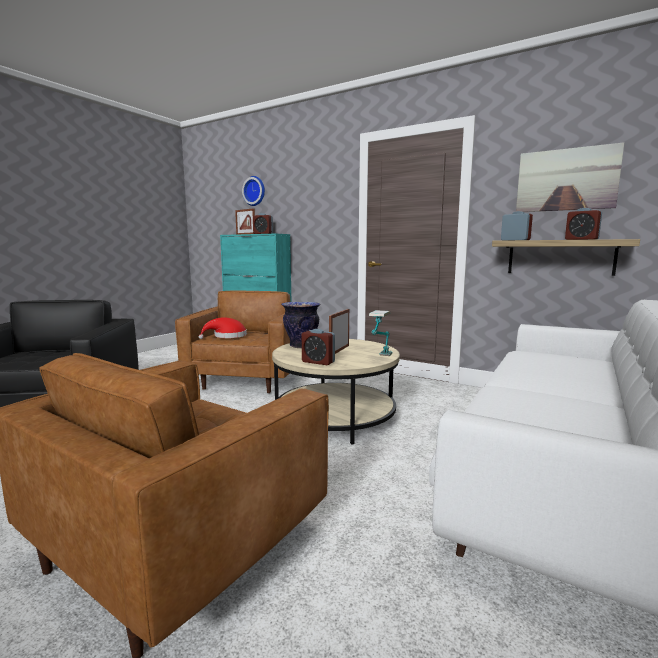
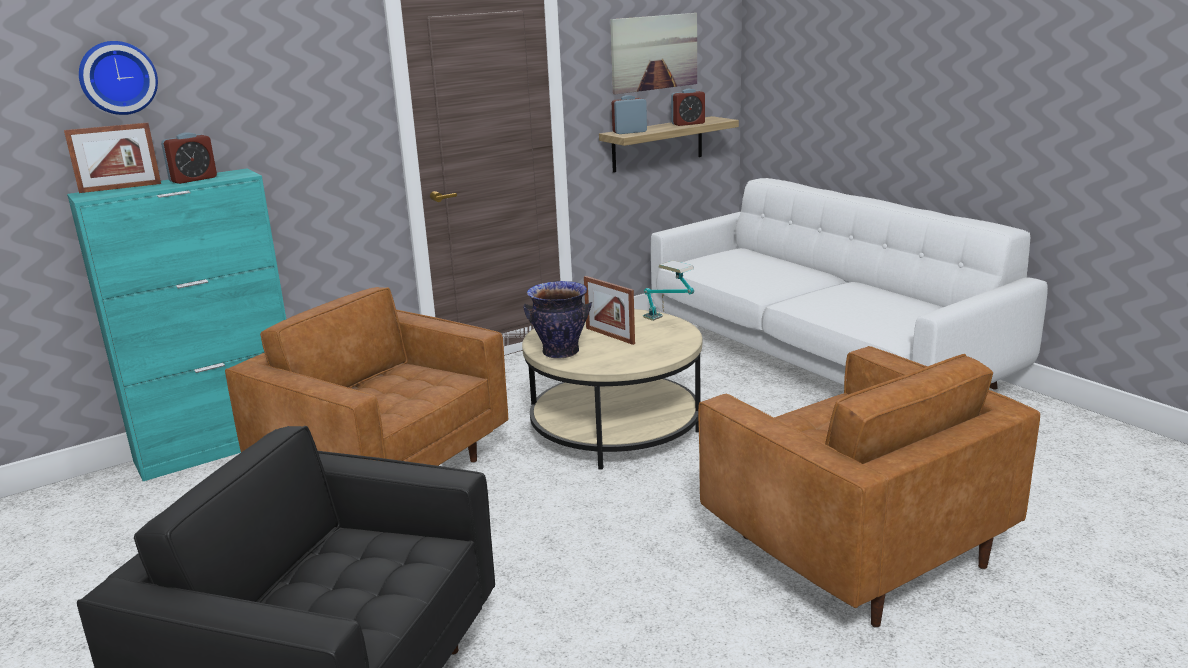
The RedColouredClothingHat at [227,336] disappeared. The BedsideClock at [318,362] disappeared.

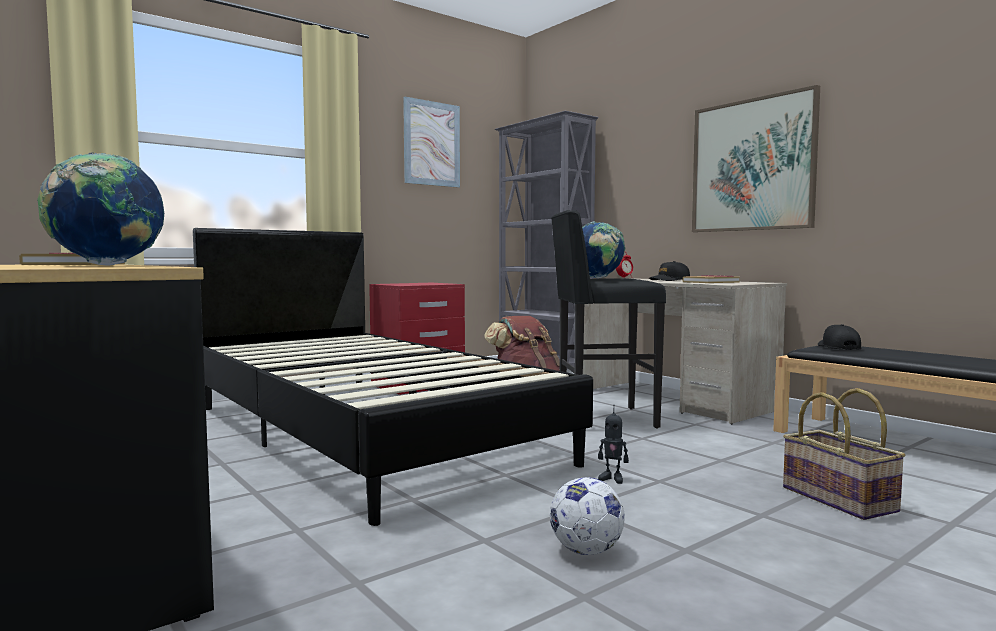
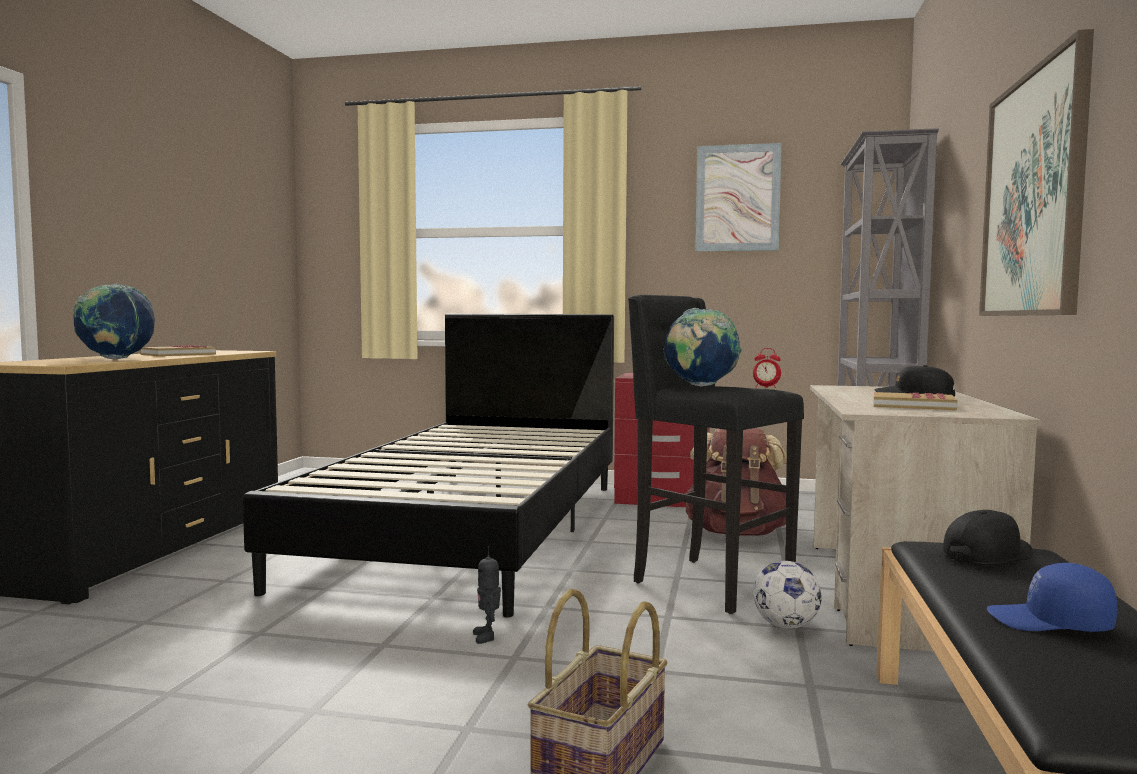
The BlueBaseballCap at [1050,623] appeared. The Football moved from [586,551] to [786,626].

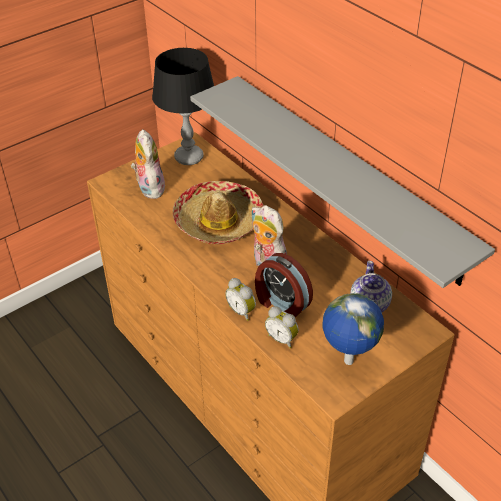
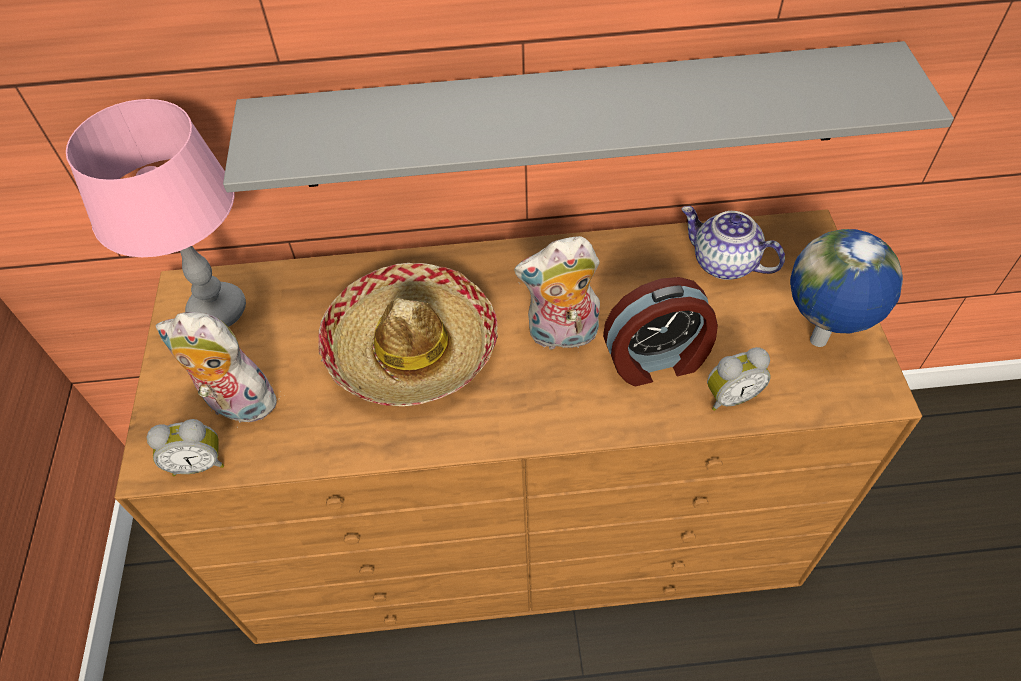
The BedsideClock moved from [242,311] to [199,462]. The BlackTableLamp at [188,158] became the PinkColouredTableLamp at [218,311].

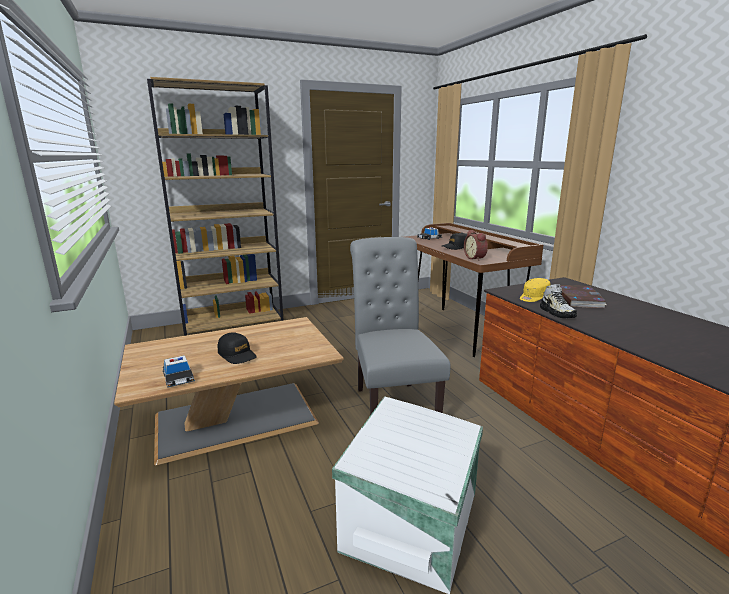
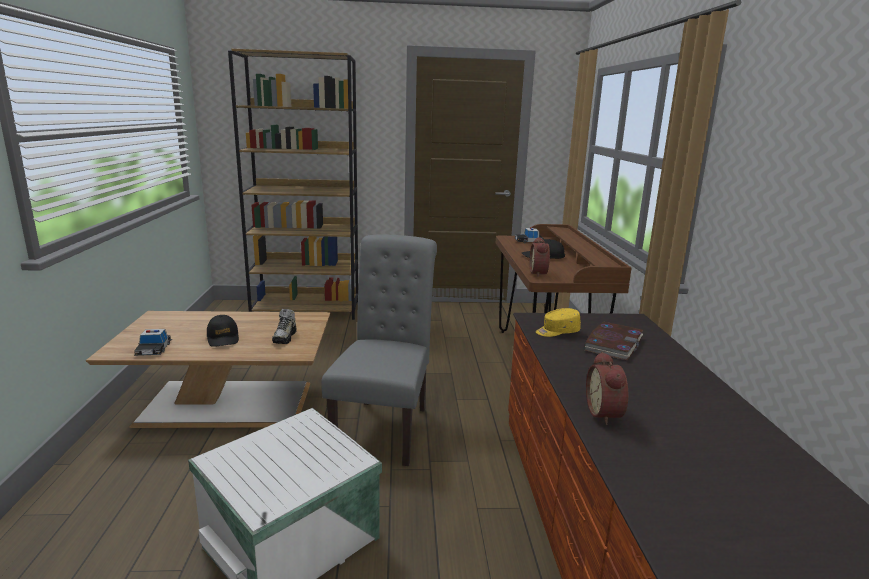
The BedsideClock at [606,414] appeared. The LowShoe moved from [557,313] to [285,337].

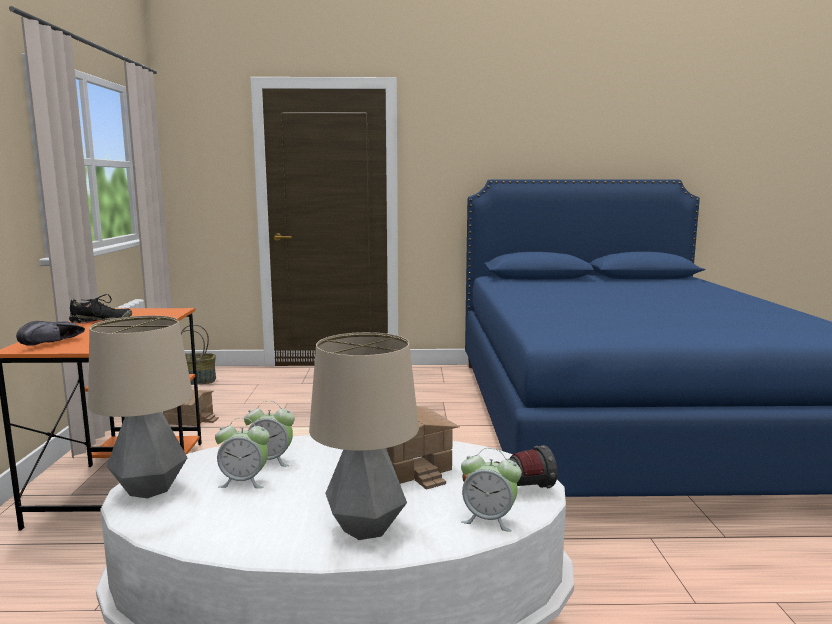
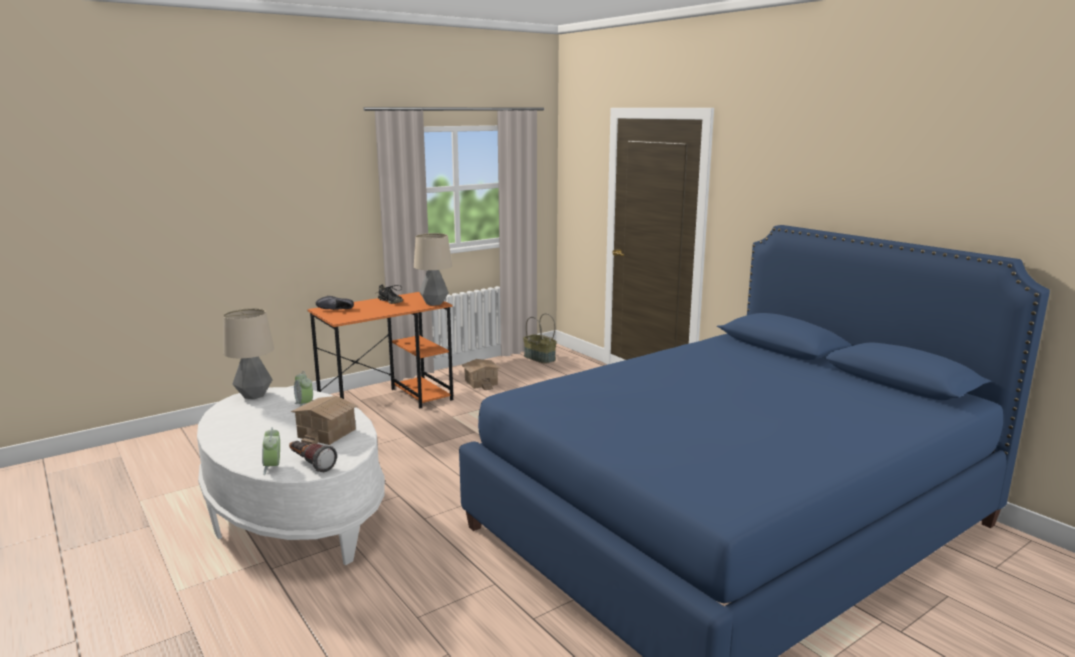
The BedsideClock at [244,481] disappeared. The TableLamp moved from [365,528] to [434,303].

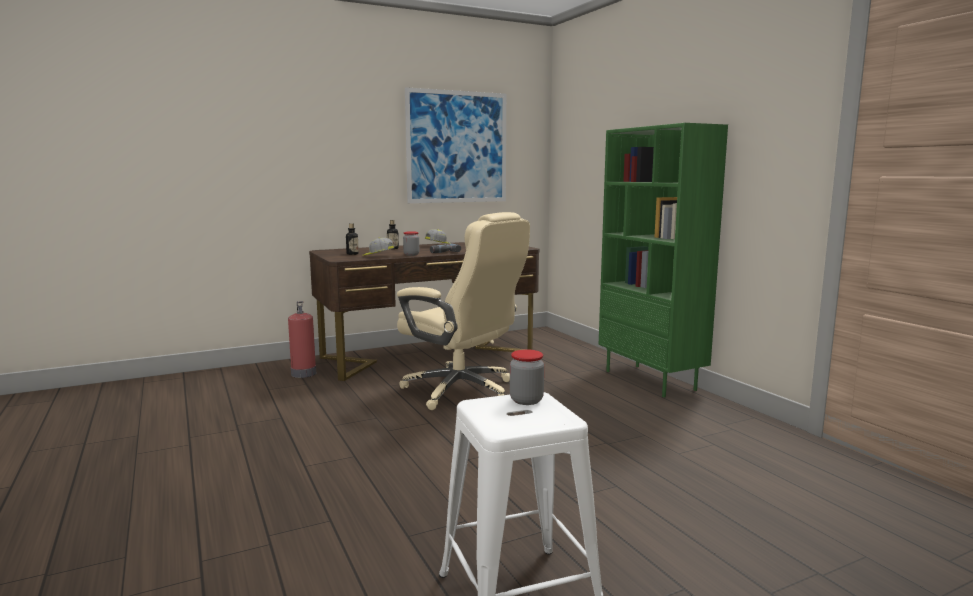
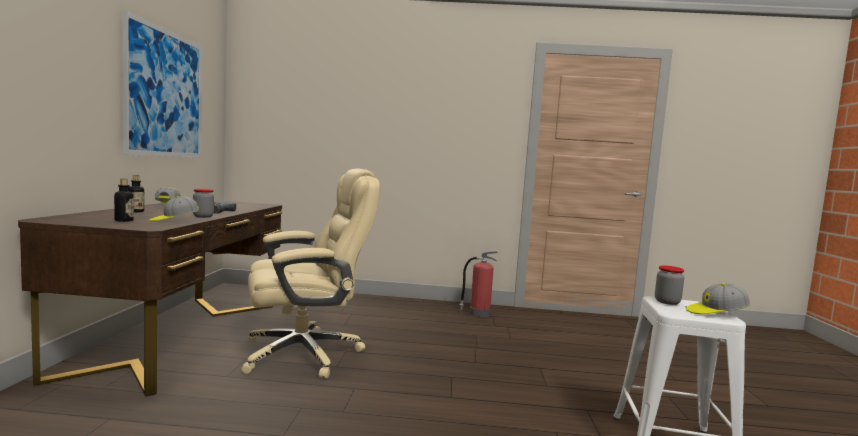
The GreenishShelvingUnit at [651,380] disappeared. The BaseballCap at [715,313] appeared. The FireFightingCylinder moved from [303,373] to [478,313].

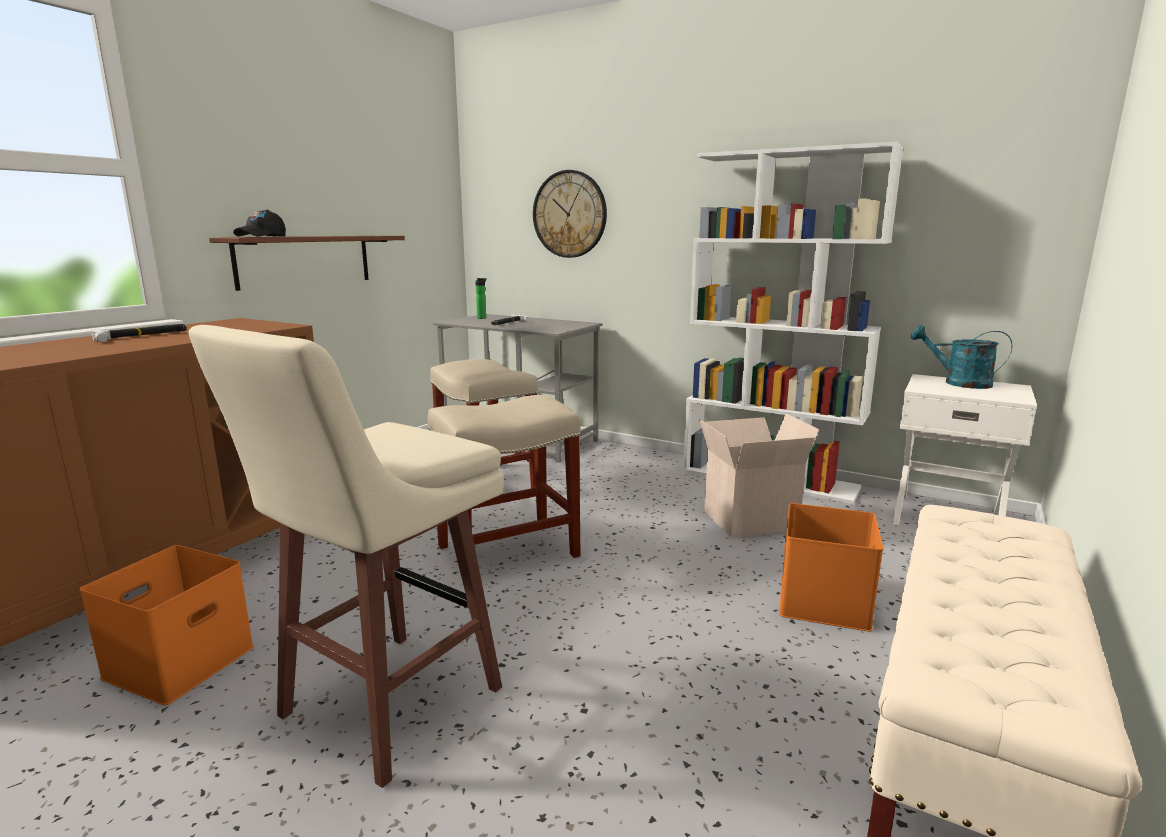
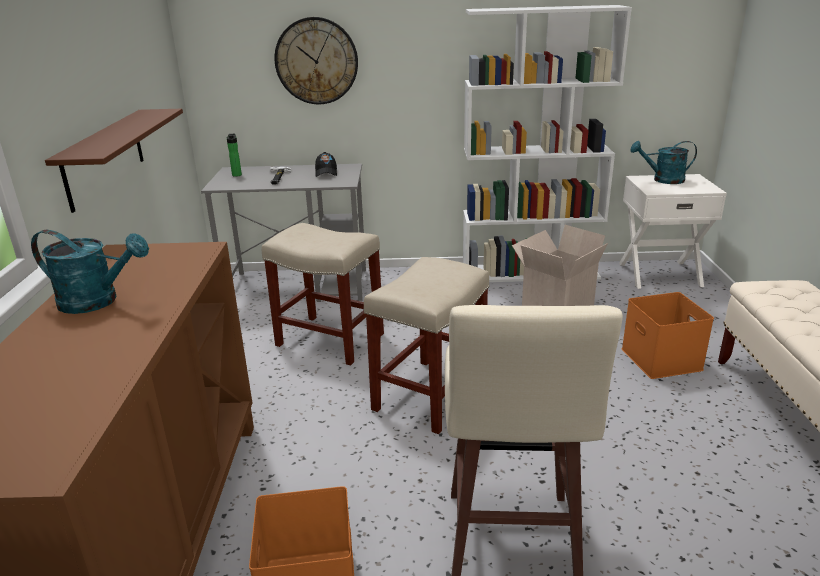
The BlackBaseballCap moved from [261,236] to [326,173]. The ToolHammer at [141,336] was replaced by the TurquoiseColouredWateringPot at [98,302].

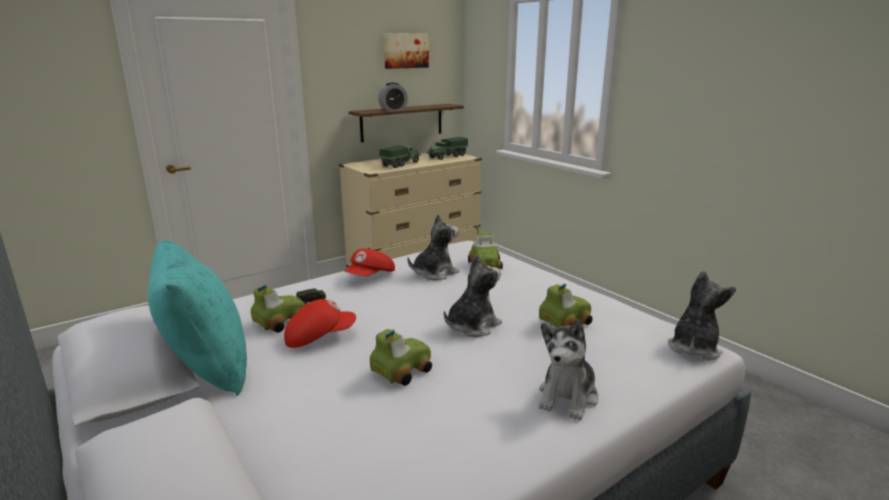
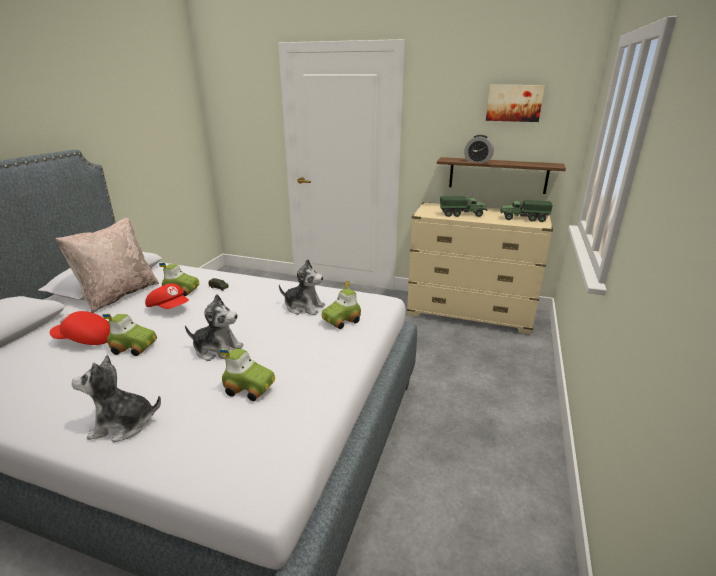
The CuddlyToy at [693,347] disappeared. The RedColouredBaseballCap moved from [371,277] to [85,340]. The TurquoiseColouredPillow at [206,367] became the BeigeColouredPillow at [118,295].

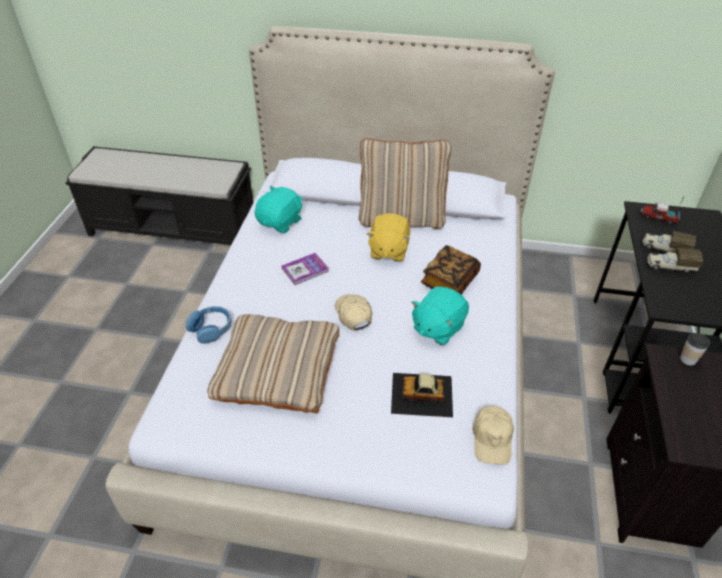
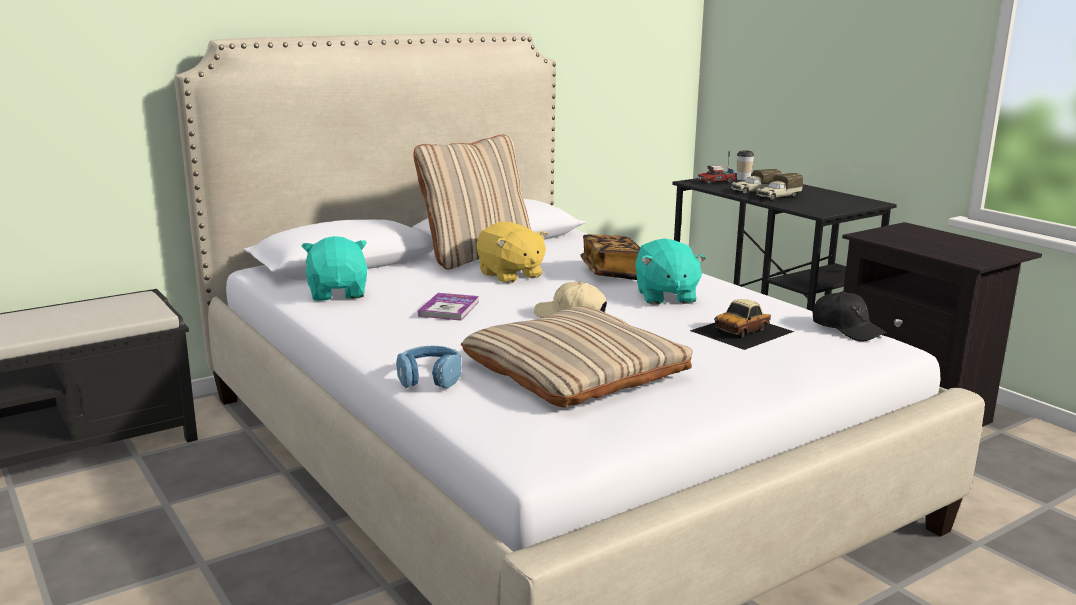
The Cup moved from [688,359] to [743,179]. The BeigeColouredBaseballCap at [492,439] became the BlackBaseballCap at [847,329].

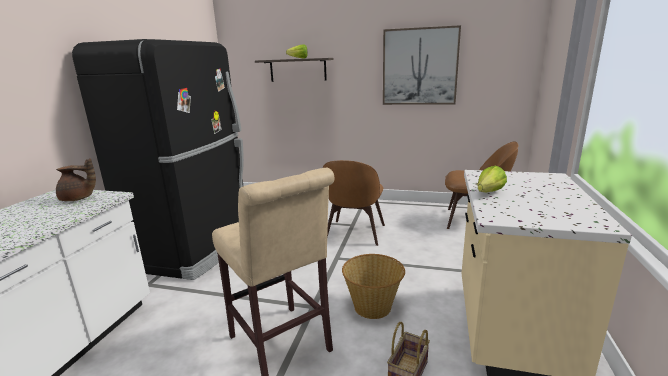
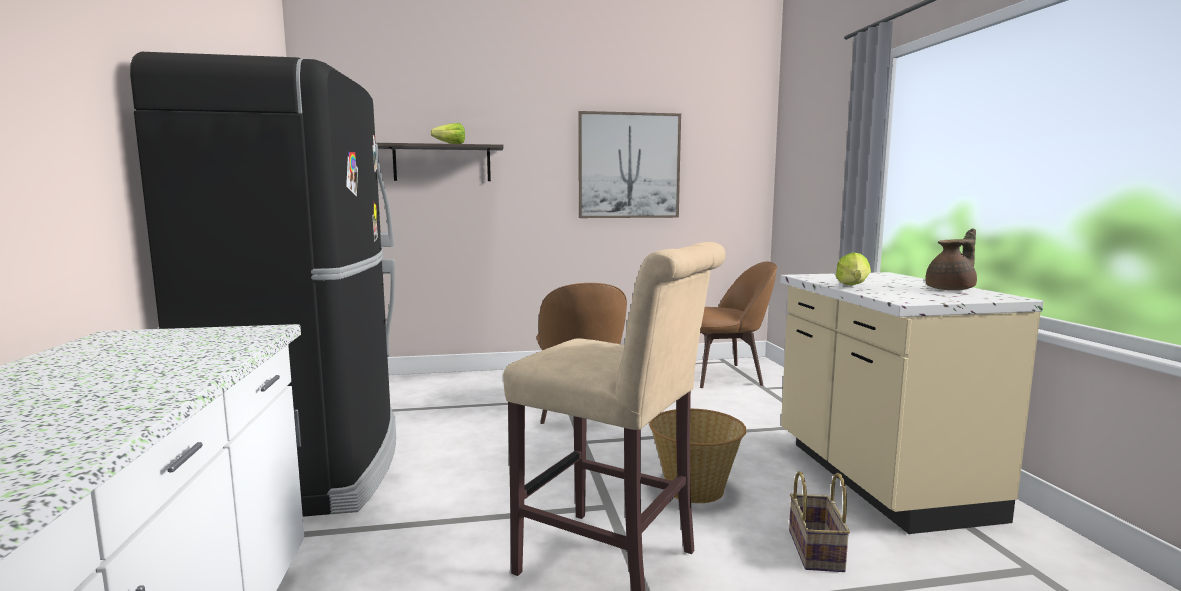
The BrownTeaPot moved from [78,199] to [951,289].

